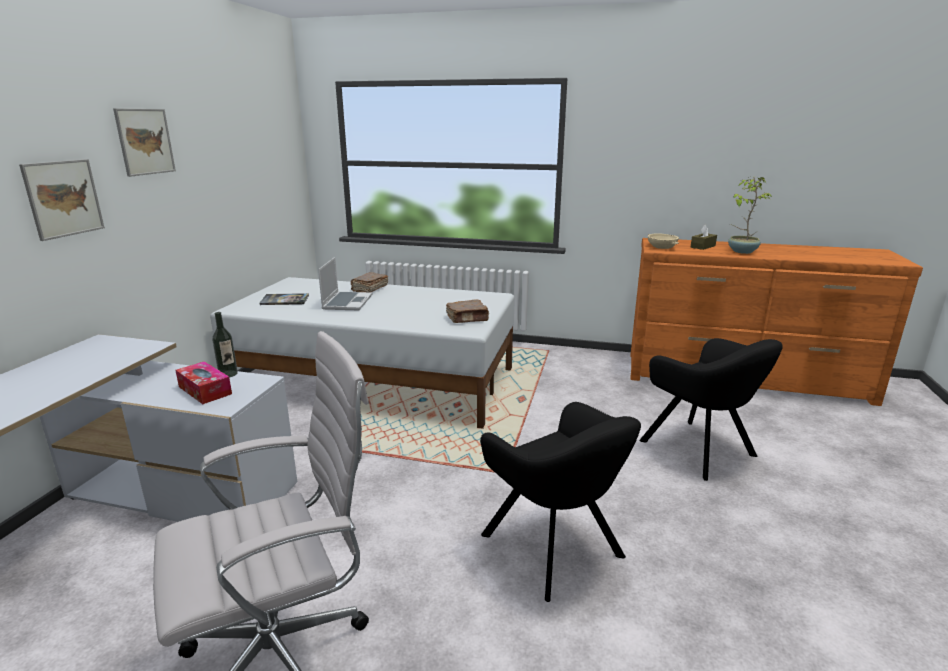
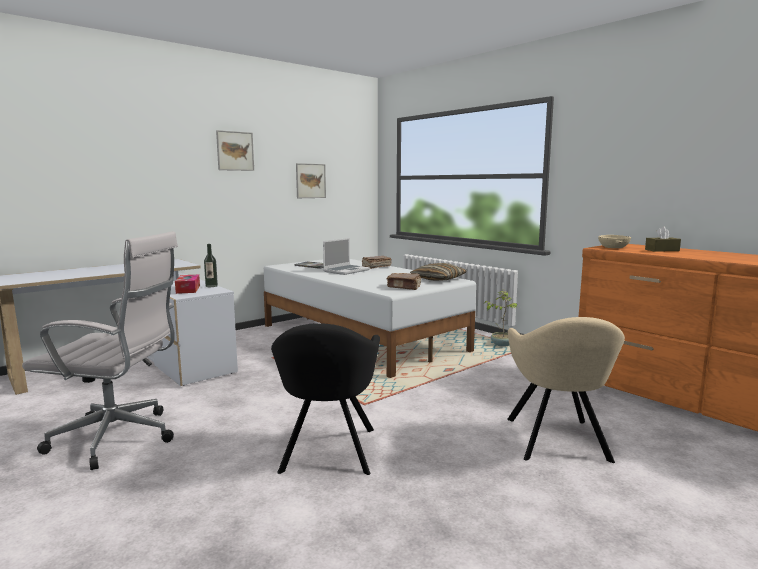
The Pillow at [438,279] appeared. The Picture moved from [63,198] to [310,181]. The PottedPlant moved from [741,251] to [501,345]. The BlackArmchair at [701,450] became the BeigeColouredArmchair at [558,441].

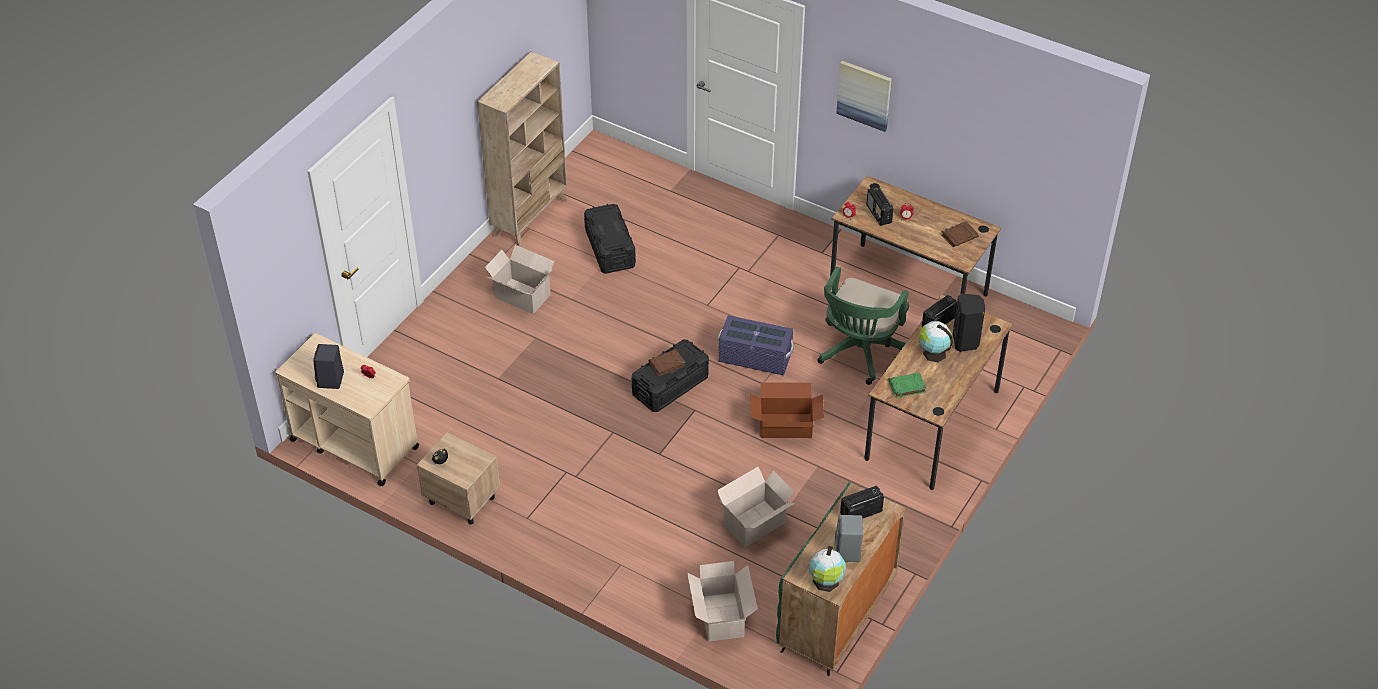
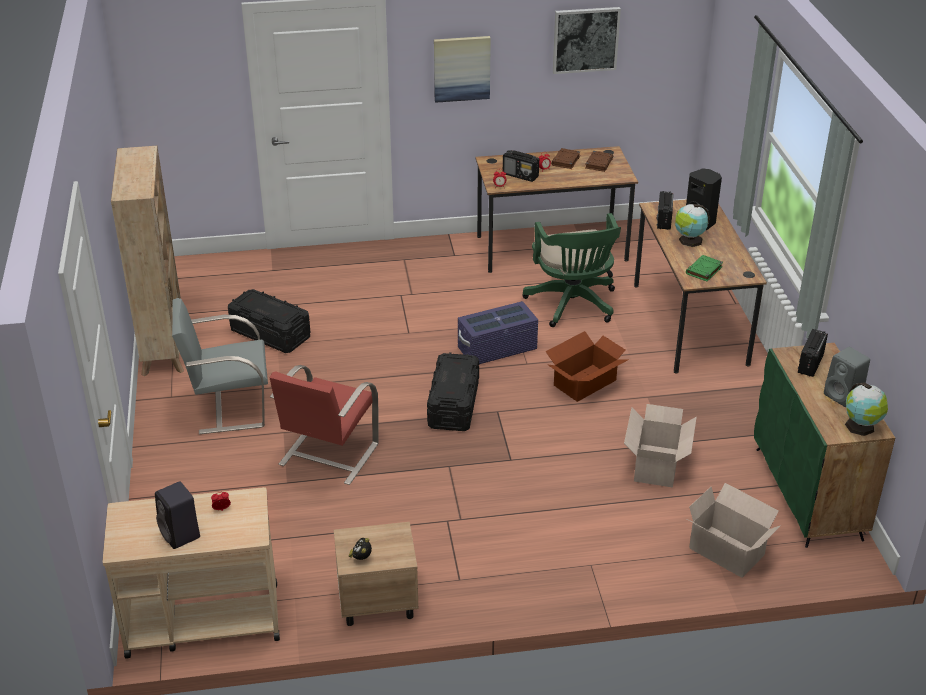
The RedColouredChair at [327,455] appeared. The Picture at [585,39] appeared. The BrownVolume moved from [666,364] to [565,161]. The CardboardBox at [521,295] was replaced by the GrayChair at [228,407].

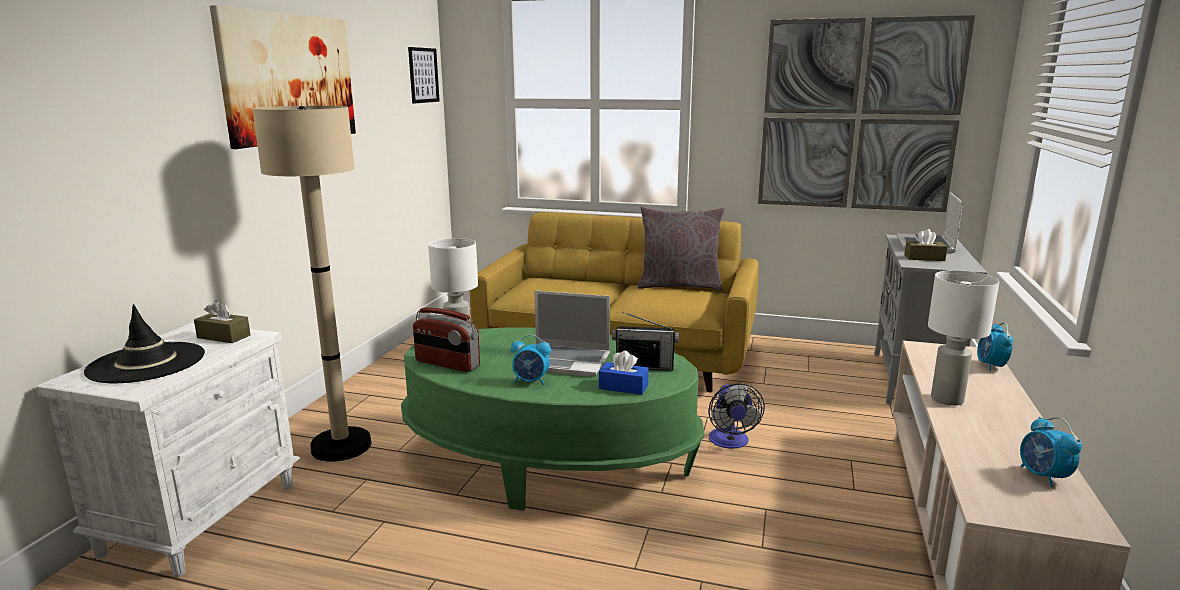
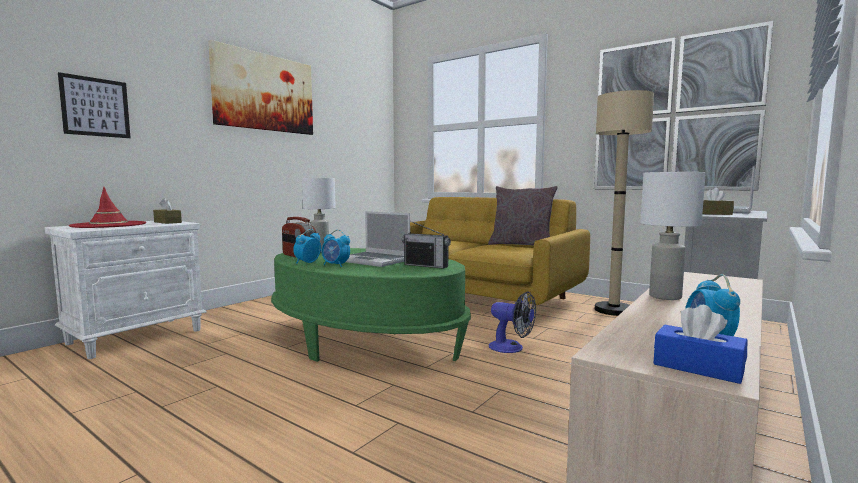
The BeigeColouredStandardLamp moved from [341,446] to [613,310]. The Picture moved from [423,75] to [95,107]. The BlueTissueBox moved from [623,387] to [698,367]. The BedsideClock moved from [991,366] to [307,263]. The BlackClothingHat at [147,363] became the RedColouredClothingHat at [109,225]. The ElectricFan at [730,442] turned 75 degrees counterclockwise.

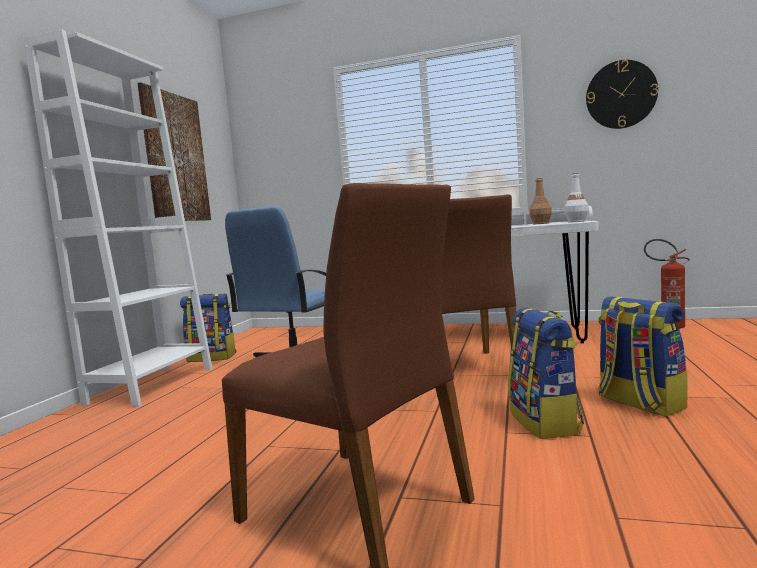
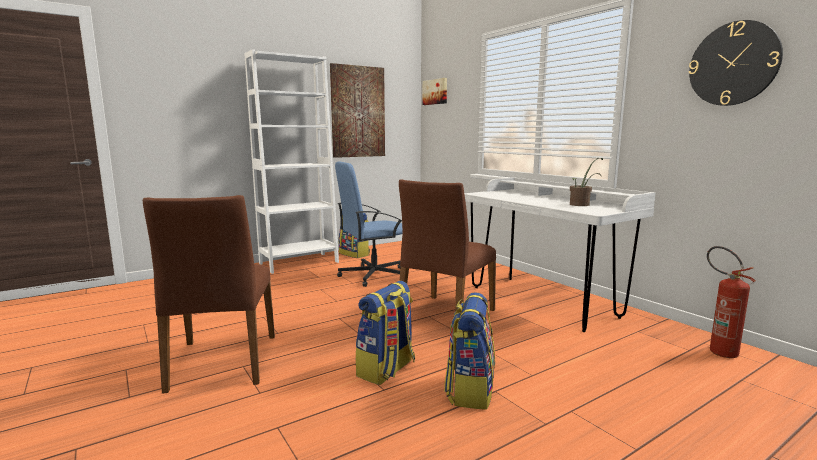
The WhitishDrinkBottle at [576,221] disappeared. The Picture at [435,92] appeared. The BrownDrinkBottle at [540,223] was replaced by the PottedPlant at [582,204].

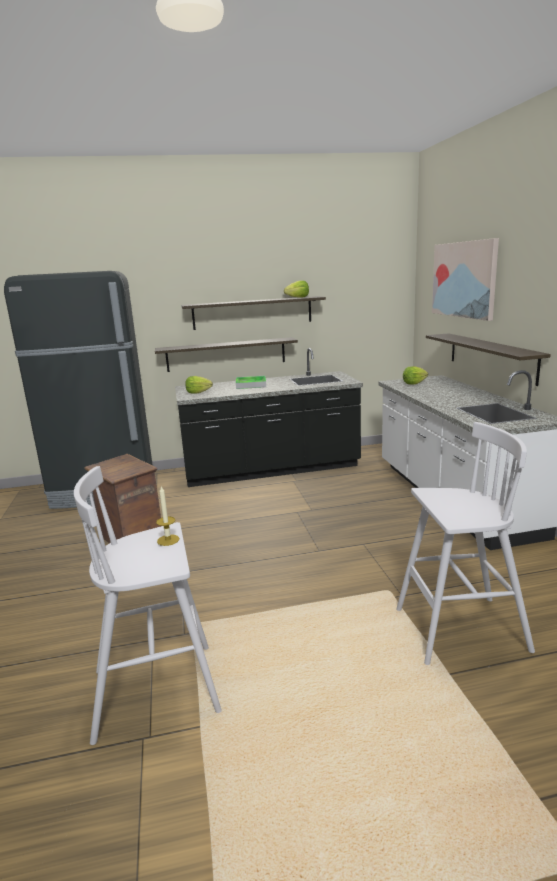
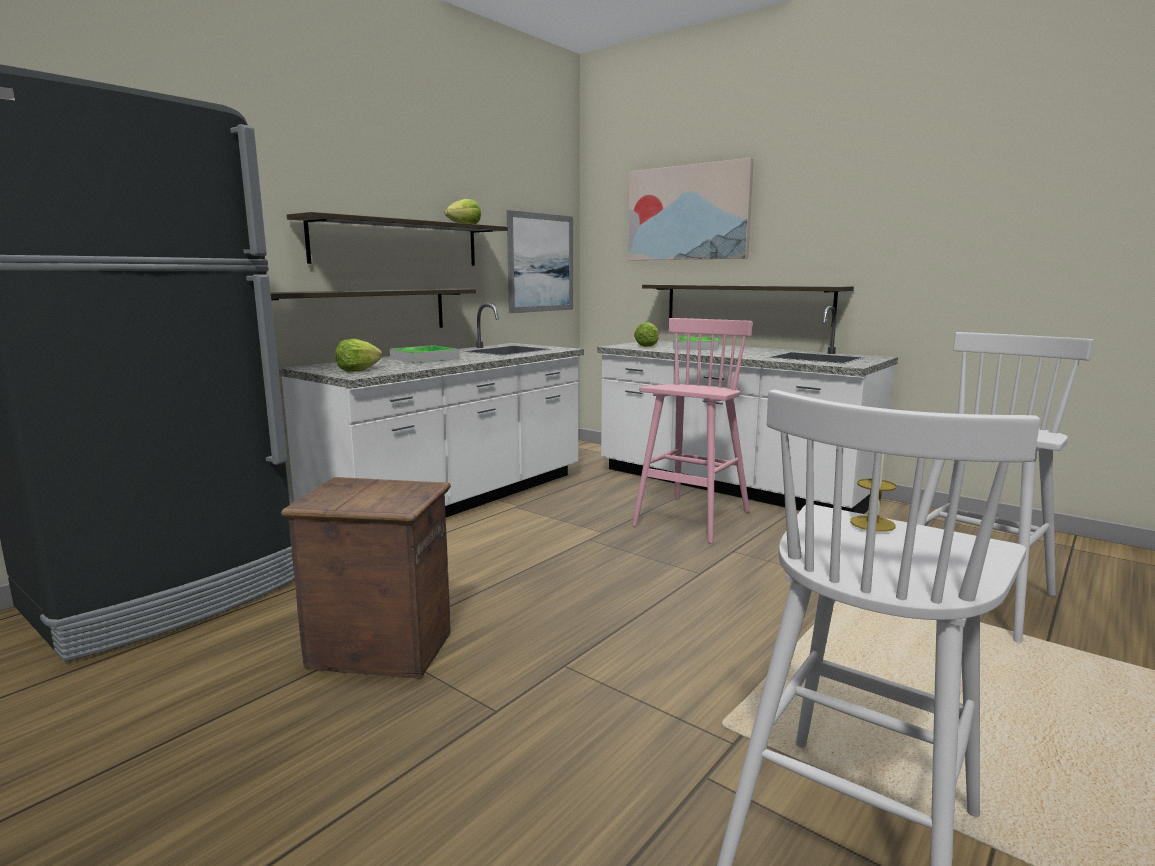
The Picture at [541,263] appeared. The PinkColouredStool at [691,519] appeared. The CarryingTray at [696,347] appeared. The BlackCounter at [271,469] became the WhitishCounter at [454,500].

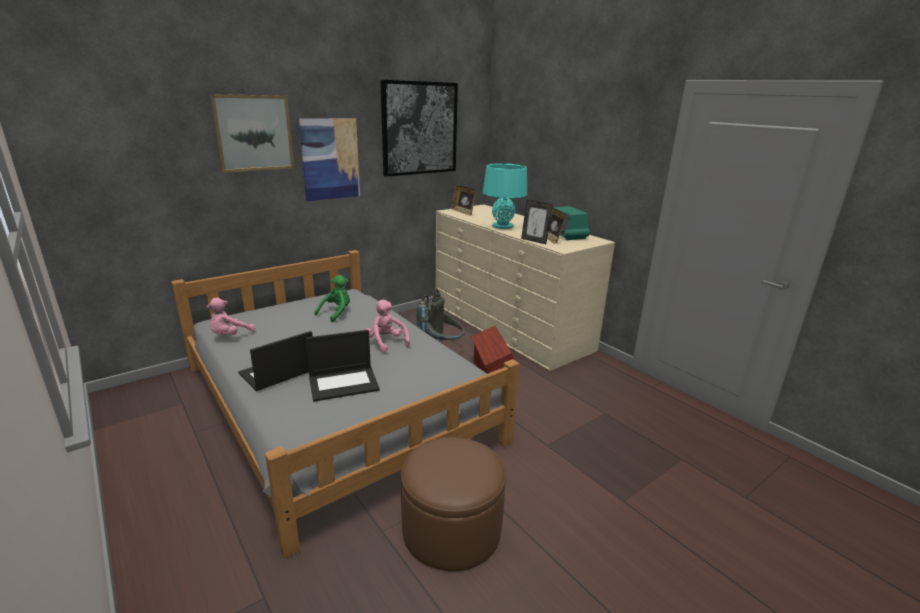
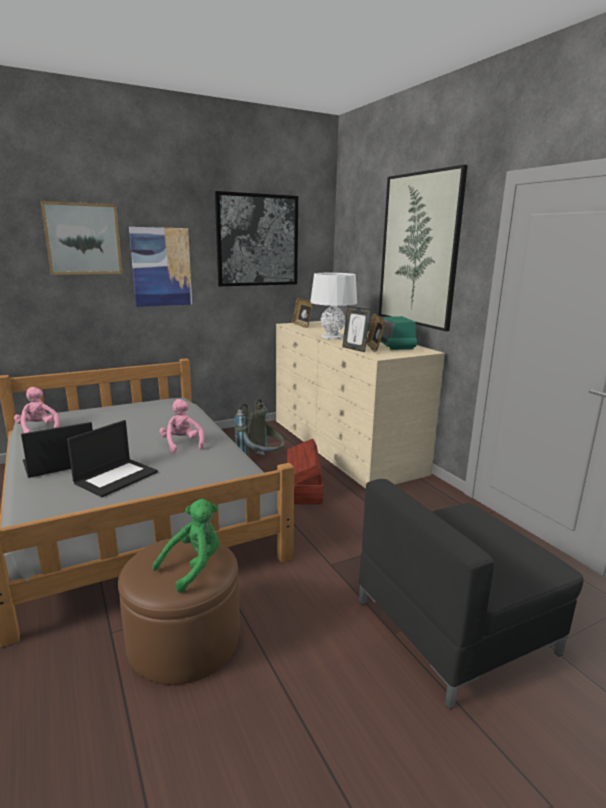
The BlackArmchair at [456,626] appeared. The Picture at [419,250] appeared. The GreenishCuddlyToy moved from [336,313] to [193,567]. The TurquoiseColouredTableLamp at [502,226] became the WhitishTableLamp at [332,337]. The PinkColouredCuddlyToy at [230,335] turned 105 degrees clockwise. The Laptop at [344,383] turned 45 degrees counterclockwise.

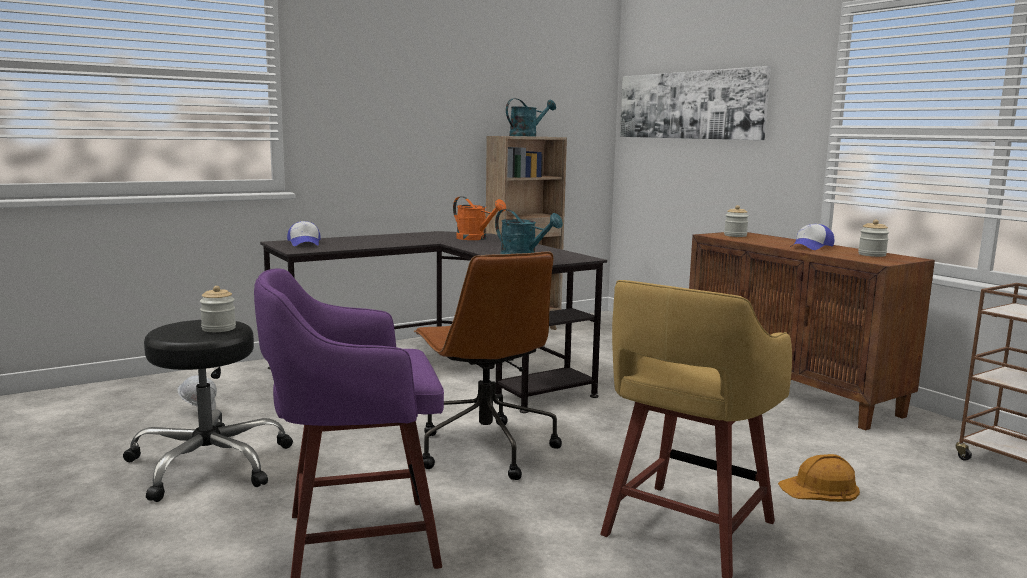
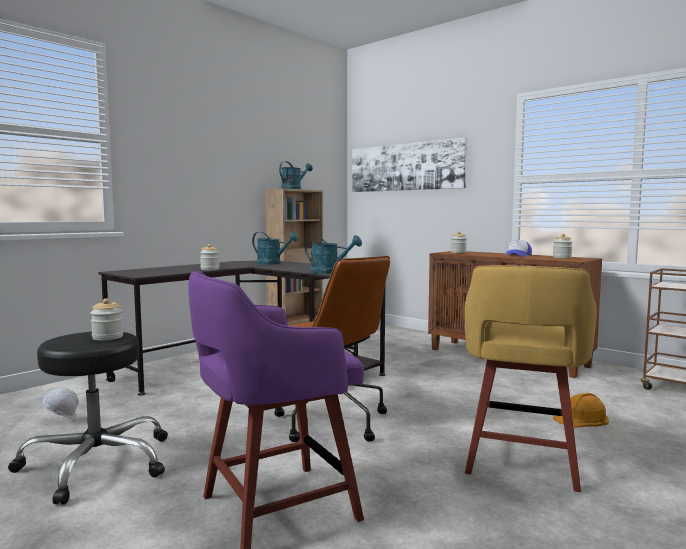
The BaseballCap at [305,243] disappeared. The PreserveJar at [210,269] appeared. The OrangeyWateringPot at [476,239] became the TurquoiseColouredWateringPot at [273,263].

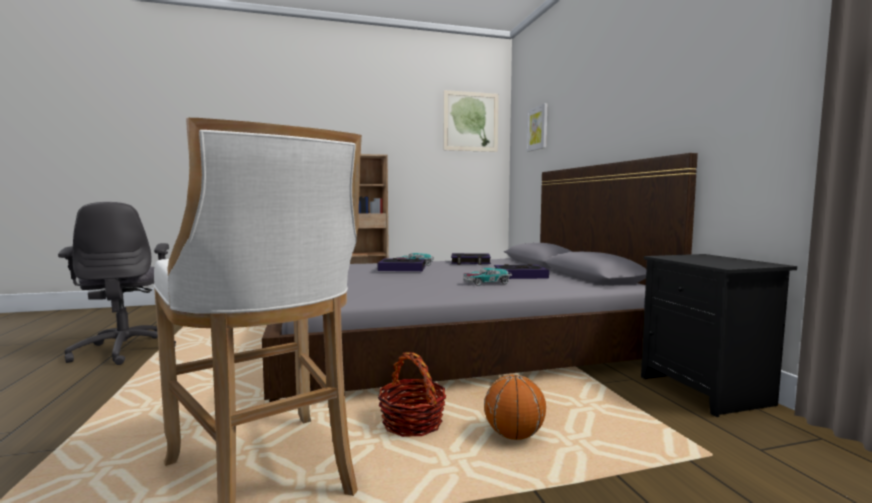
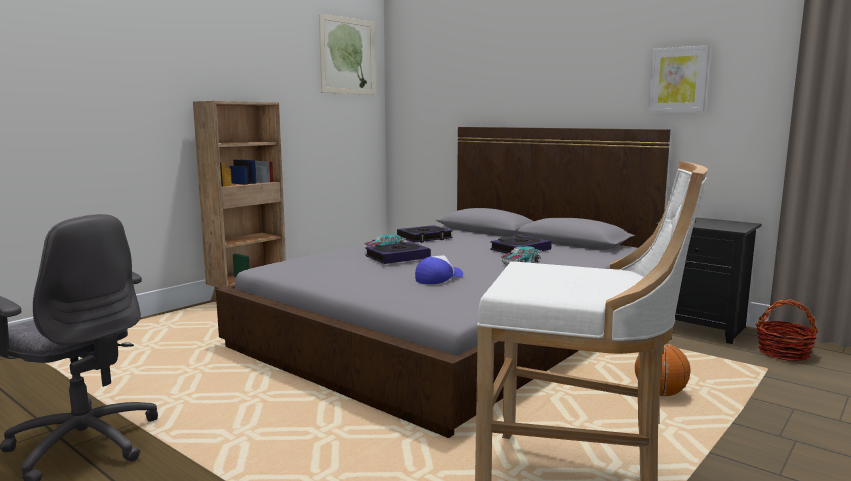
The BaseballCap at [438,278] appeared. The StorageBasket moved from [412,423] to [783,353]. The Picture moved from [537,128] to [678,79].

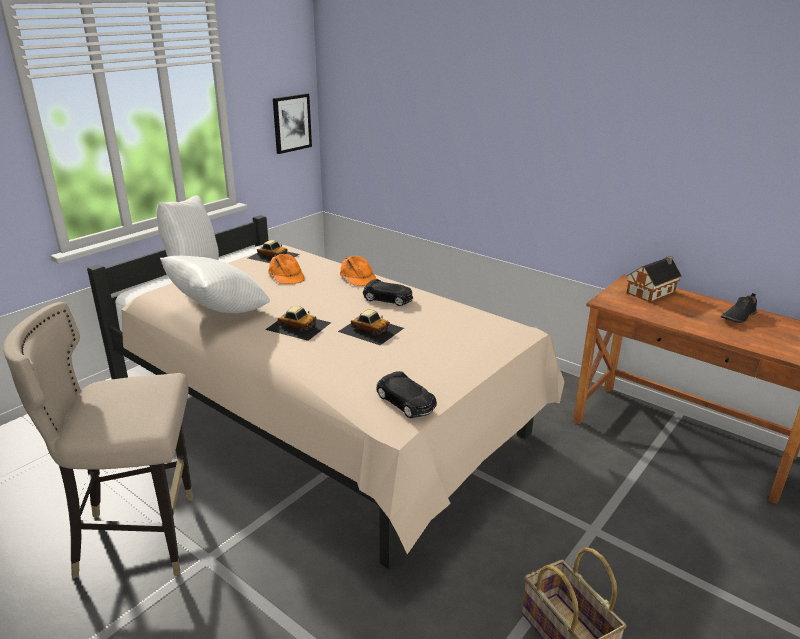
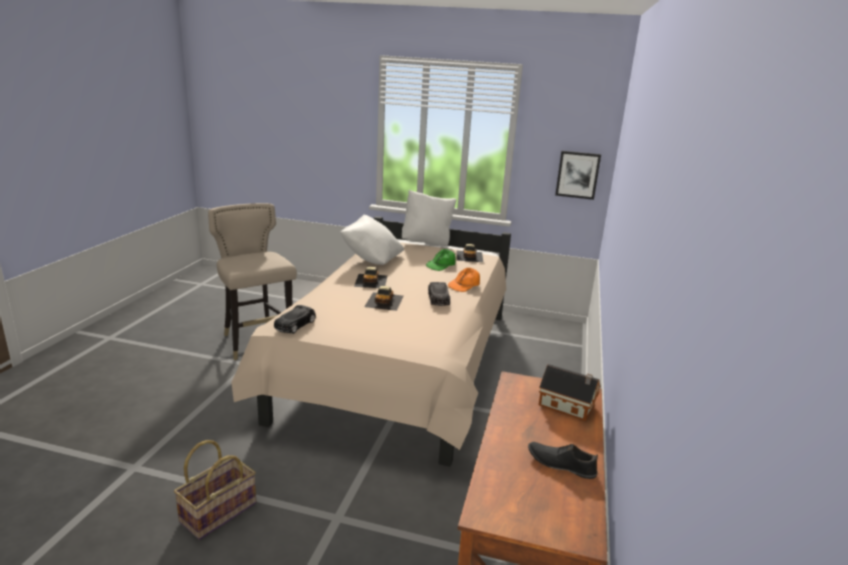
The OrangeyBaseballCap at [286,276] became the GreenishBaseballCap at [441,265].

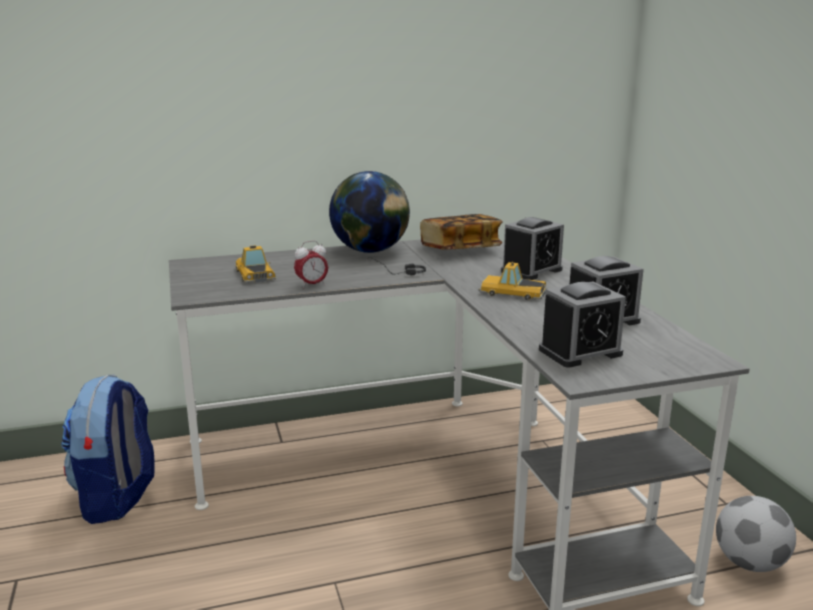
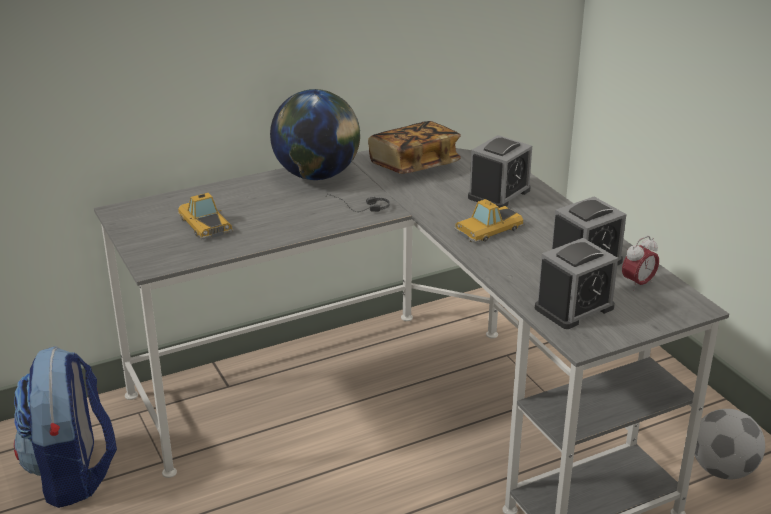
The BedsideClock moved from [312,285] to [638,284]. The ModelCar at [512,292] turned 45 degrees counterclockwise.

